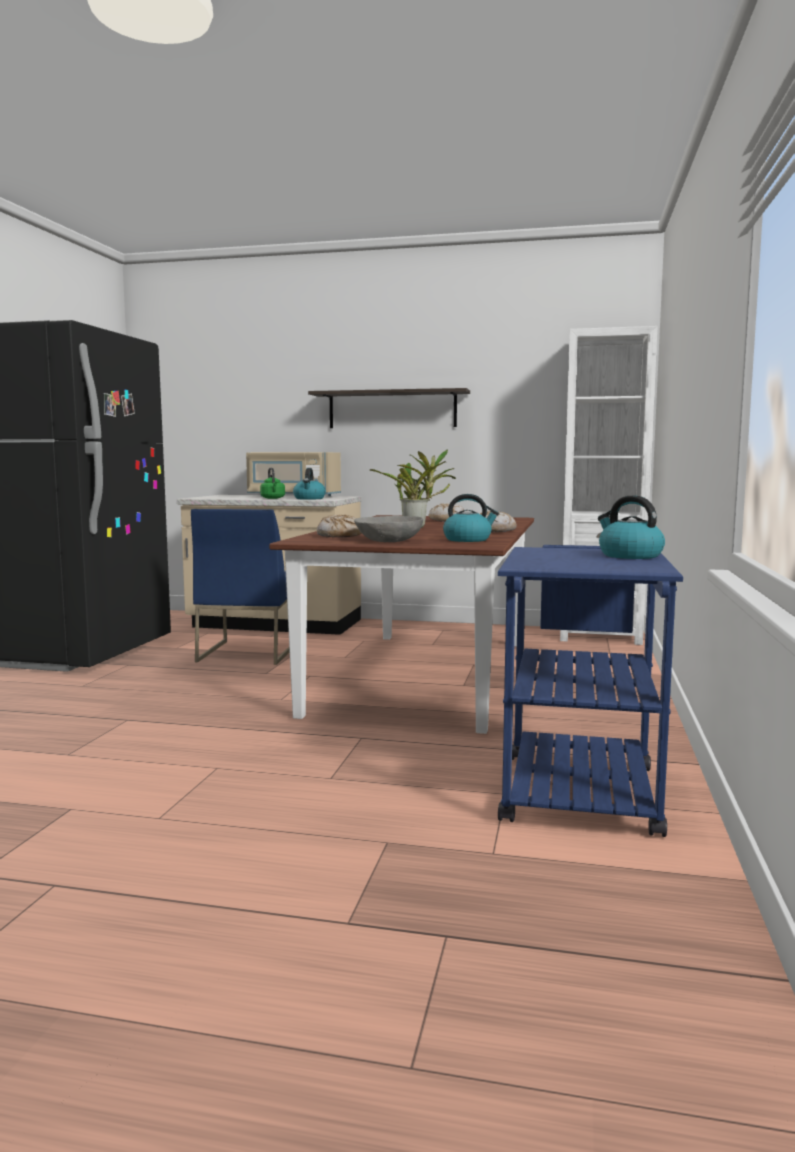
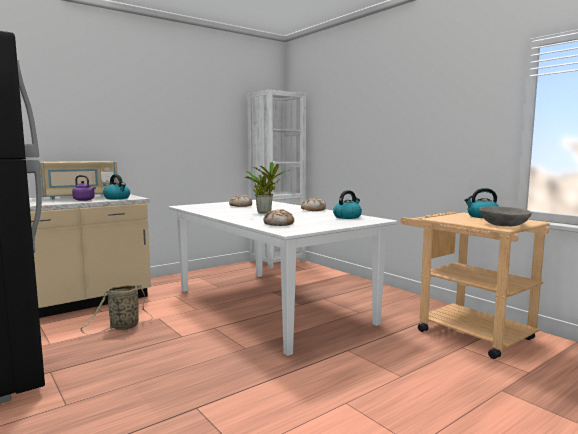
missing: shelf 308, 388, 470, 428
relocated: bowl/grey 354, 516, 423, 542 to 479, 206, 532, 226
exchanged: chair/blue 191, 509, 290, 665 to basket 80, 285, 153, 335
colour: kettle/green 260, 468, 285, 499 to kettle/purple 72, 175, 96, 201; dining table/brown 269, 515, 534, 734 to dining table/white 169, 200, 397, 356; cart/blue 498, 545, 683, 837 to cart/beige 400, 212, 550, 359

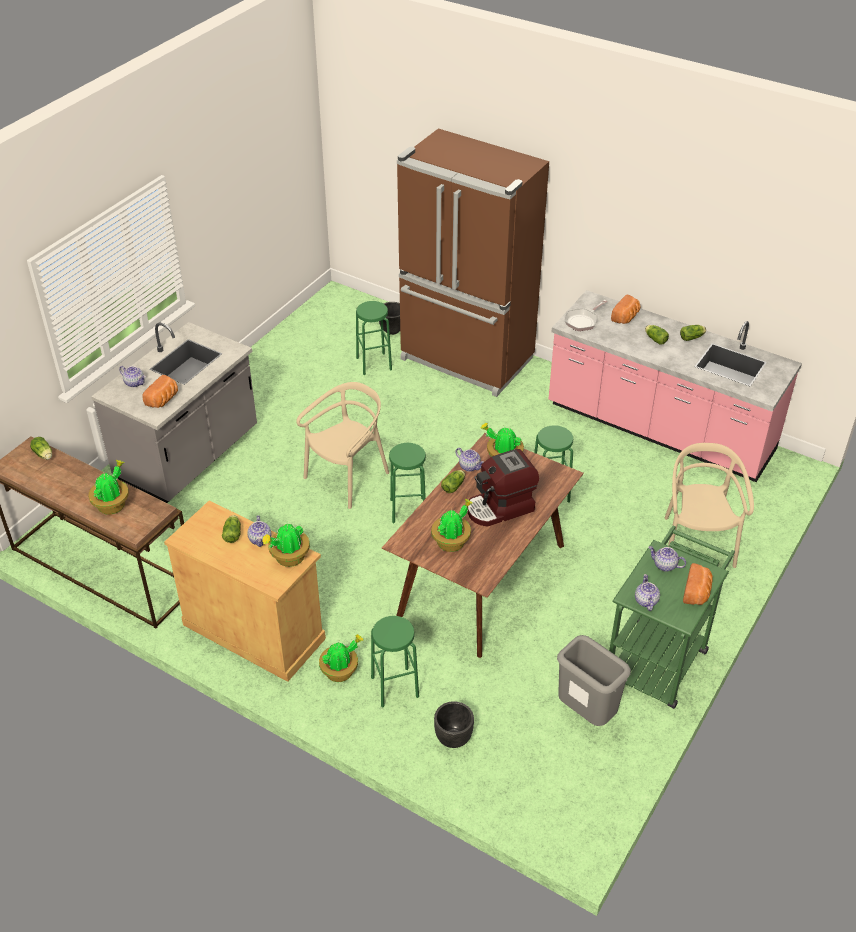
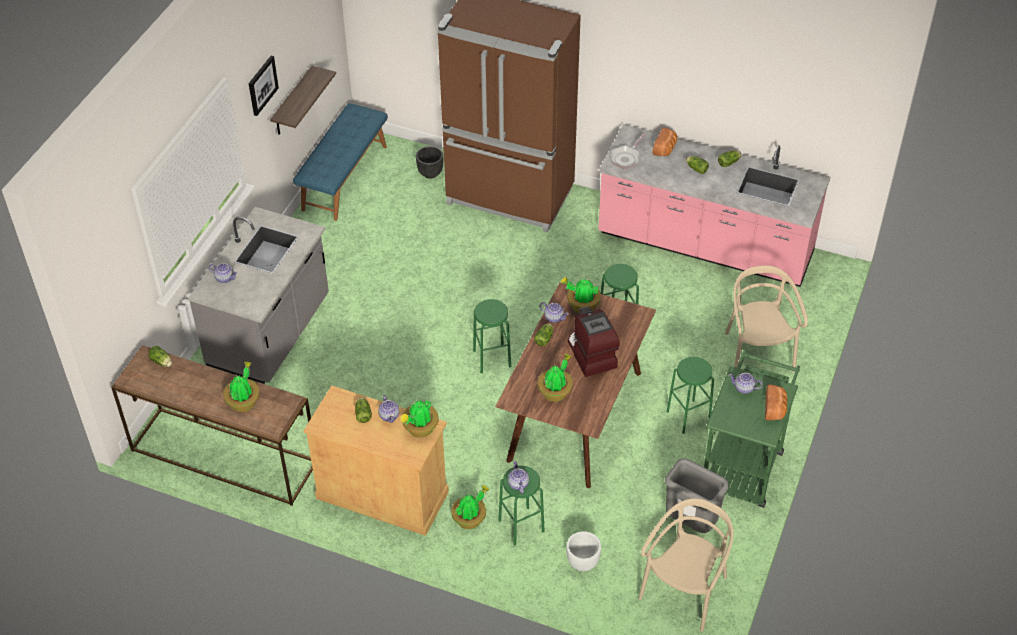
missing: bread 142, 375, 178, 408
appeared: picture 249, 56, 279, 116; shelf 270, 66, 336, 135; bench/blue 293, 103, 388, 221
relocated: teapot 635, 574, 660, 611 to 508, 461, 529, 494; chair/beige 296, 382, 389, 509 to 638, 498, 733, 632; stool/green 356, 301, 392, 375 to 667, 357, 714, 434
colour: planter/black 434, 701, 474, 748 to planter/white 566, 531, 601, 571
spun: coffee machine 467, 449, 539, 527 = 568, 306, 620, 377 105 degrees clockwise

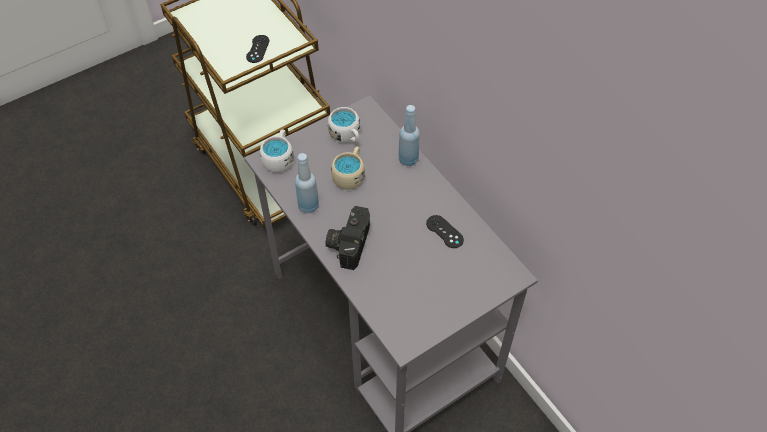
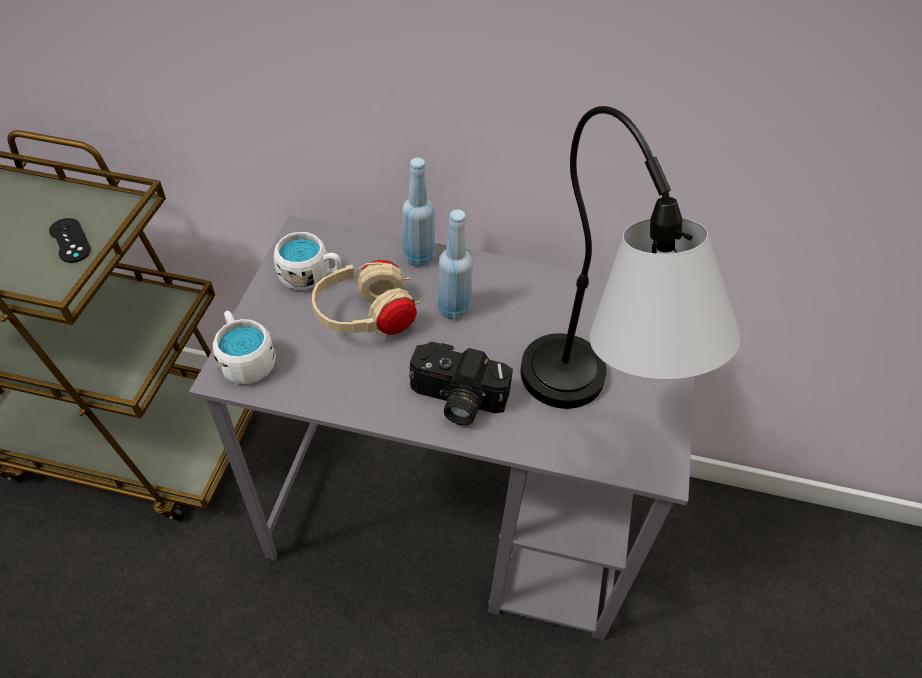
missing: game controller/black 426, 215, 464, 248
appeared: table lamp 521, 106, 741, 409
relocated: bottle/blue 295, 153, 319, 213 to 437, 210, 473, 319
exchanged: mug/beige 331, 146, 365, 190 to headphones/beige 312, 260, 420, 336
spun: photo camera 325, 206, 370, 270 = 409, 342, 513, 425 45 degrees counterclockwise

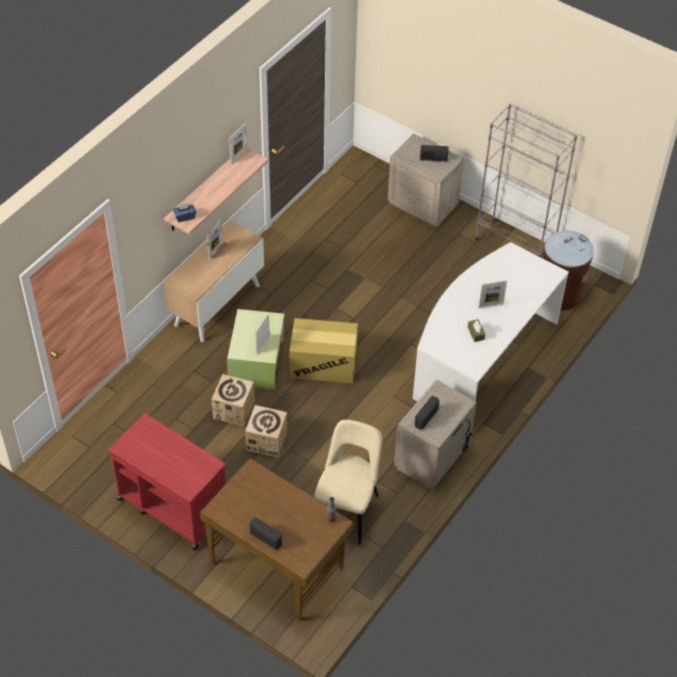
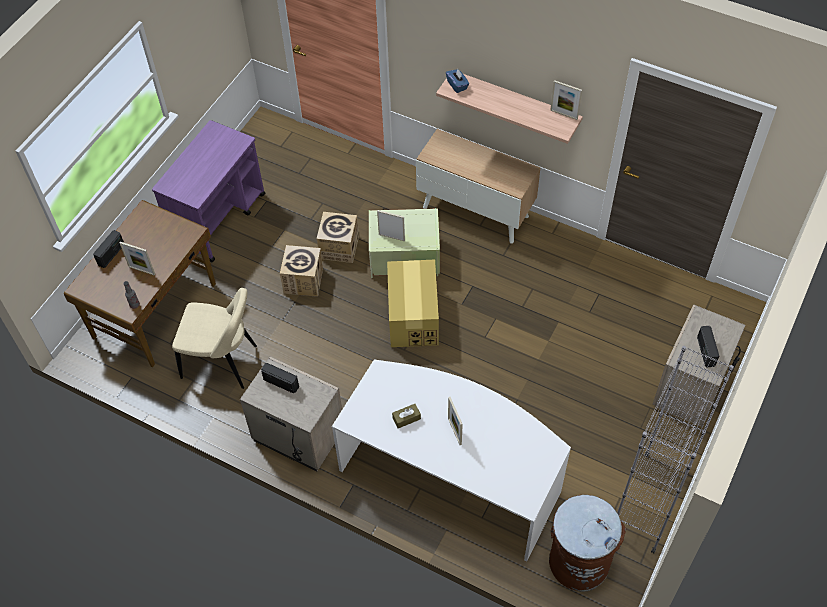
relocated: picture frame 207, 220, 223, 259 to 120, 242, 155, 275
colour: cart/red 109, 413, 226, 550 to cart/purple 152, 120, 265, 262

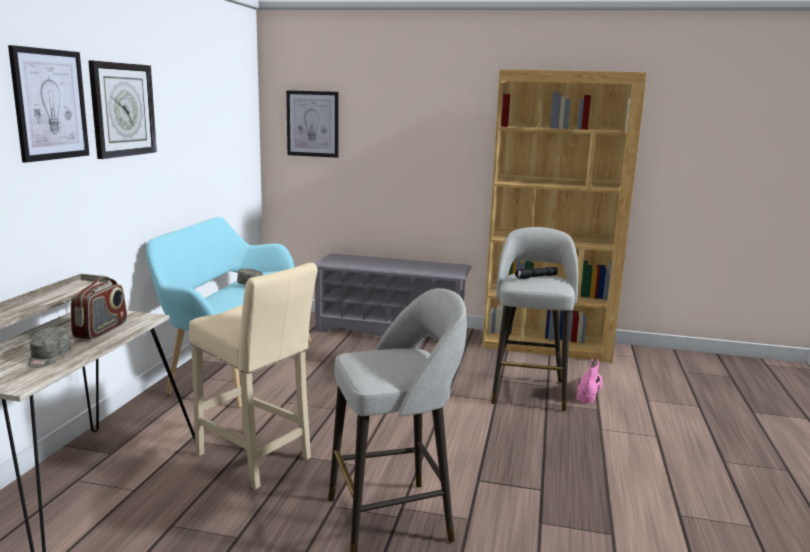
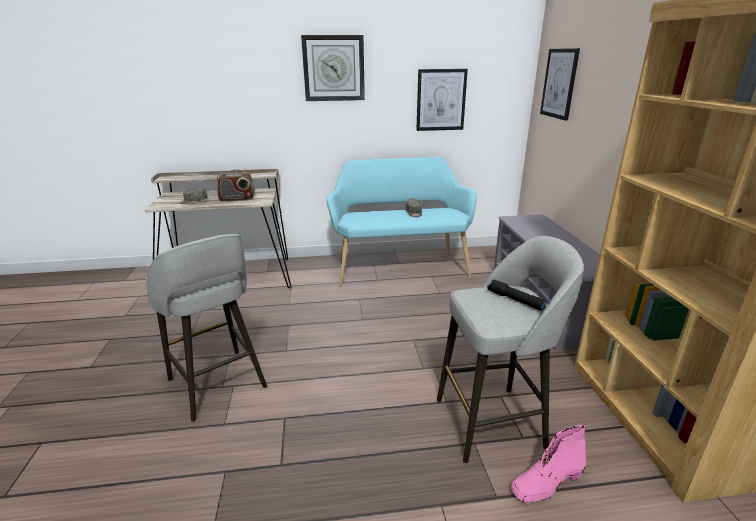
missing: stool/beige 189, 263, 318, 489
relocated: picture 8, 45, 89, 163 to 416, 69, 468, 131
spun: boot/pink 577, 358, 602, 403 = 511, 425, 586, 503 150 degrees clockwise

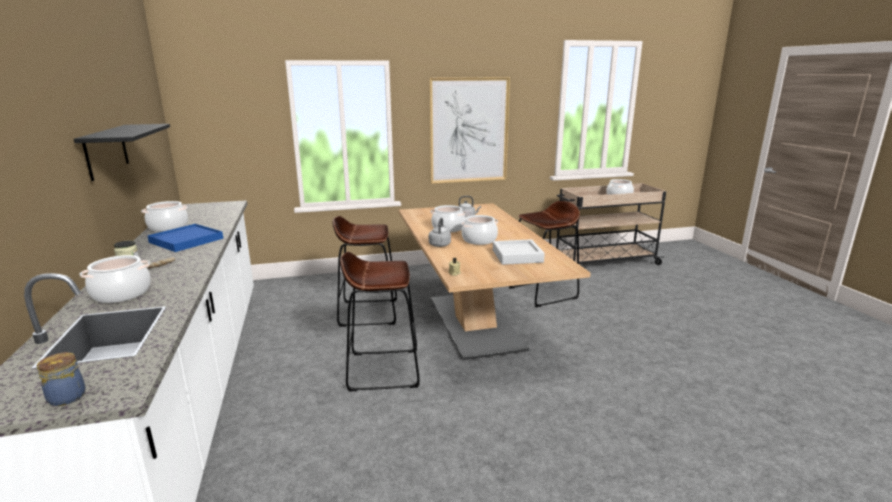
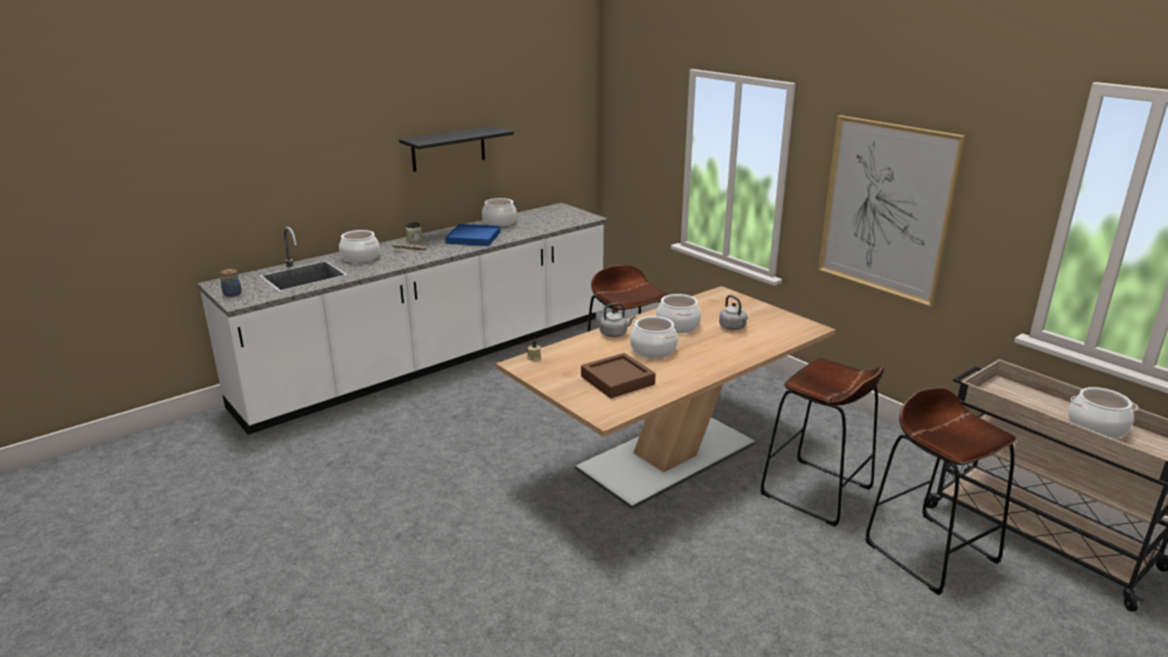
relocated: stool/brown 340, 252, 420, 391 to 865, 388, 1017, 595
colour: tray/grey 493, 239, 545, 265 to tray/brown 581, 353, 656, 398

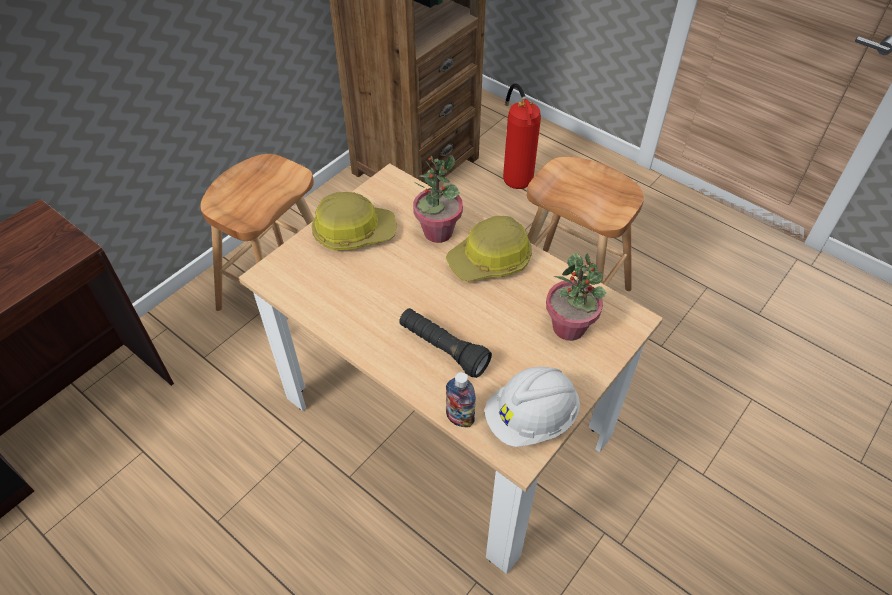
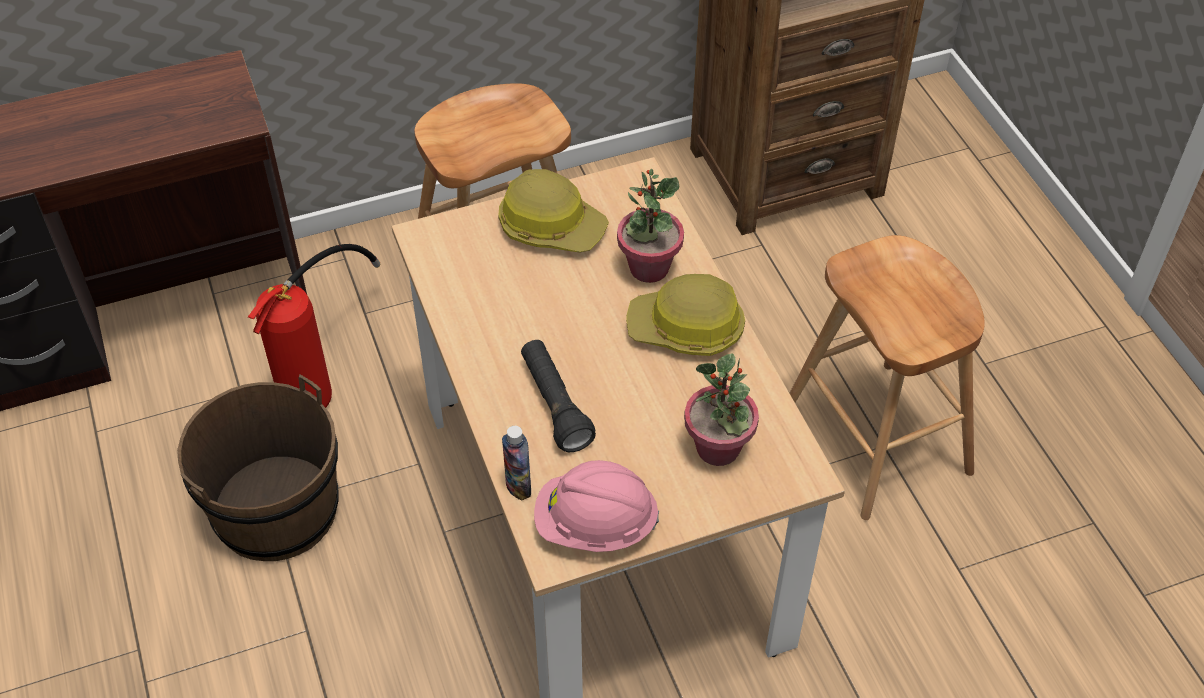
appeared: bucket/brown 177, 375, 338, 561
relocated: fire extinguisher 503, 83, 541, 189 to 248, 244, 380, 408
colour: hard hat/white 485, 367, 580, 447 to hard hat/pink 534, 460, 659, 552

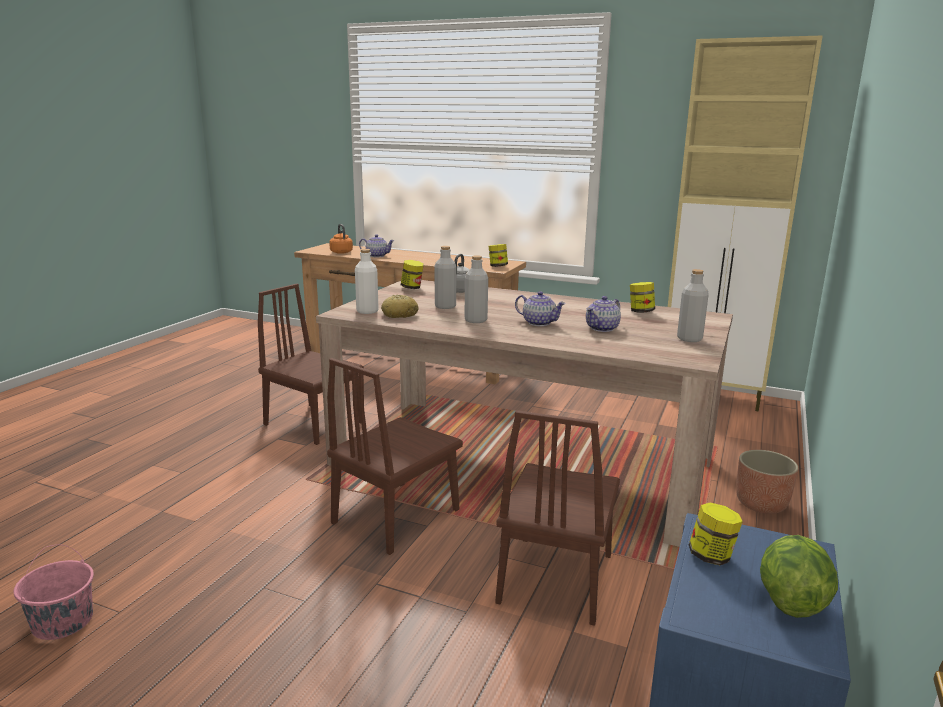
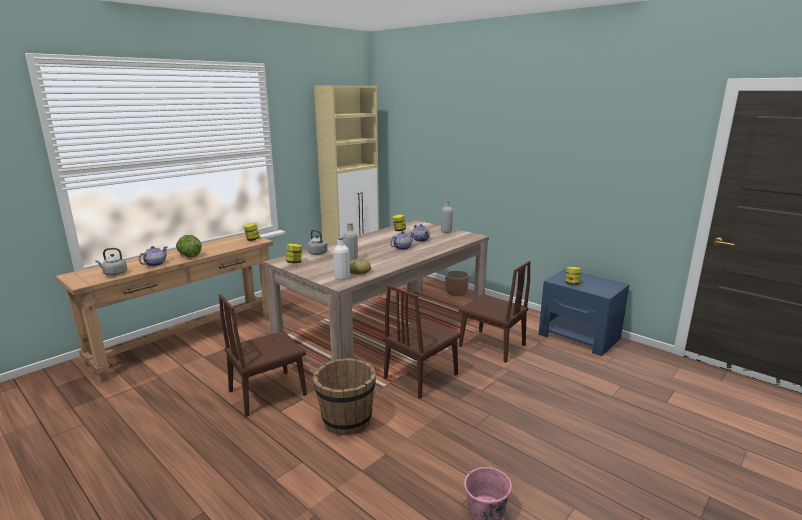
missing: bottle/grey 465, 255, 488, 323
appeared: bucket/brown 313, 358, 376, 435
relocated: lettuce 760, 535, 838, 618 to 176, 235, 202, 257
colour: kettle/orange 329, 224, 353, 254 to kettle/grey 95, 248, 127, 276
spun: chair/brown 327, 358, 463, 555 = 383, 285, 461, 399 75 degrees clockwise

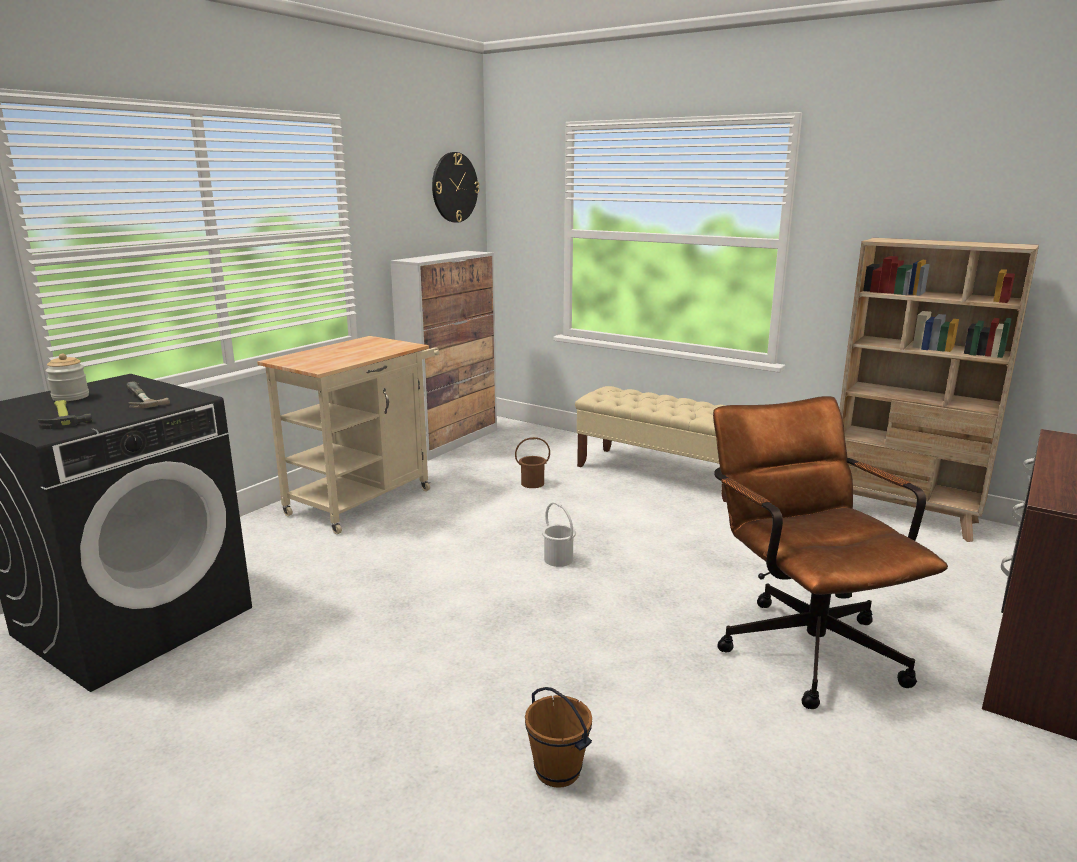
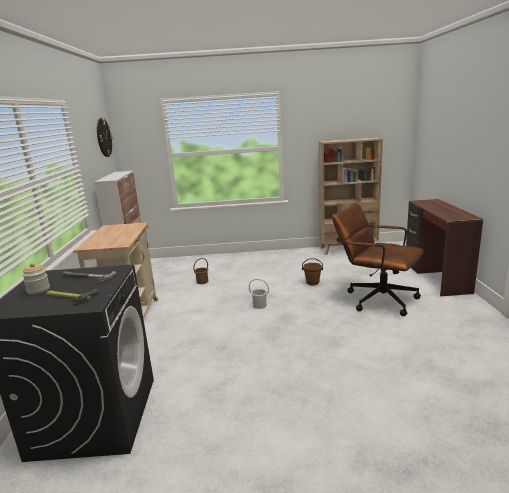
missing: bench/beige 575, 386, 727, 502
relocated: bucket/brown 525, 687, 592, 788 to 302, 258, 323, 285

